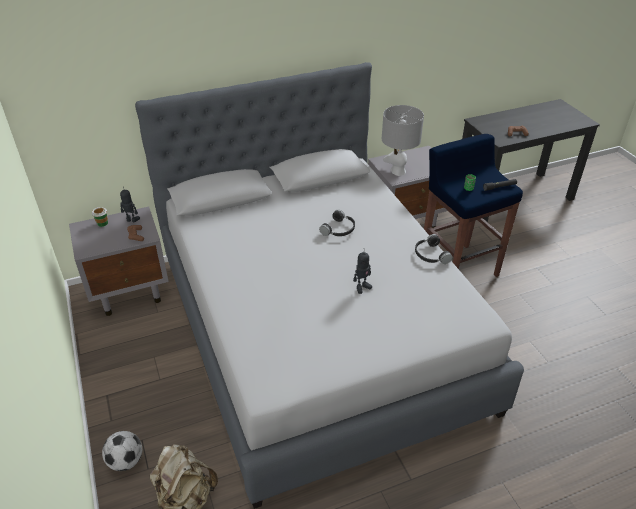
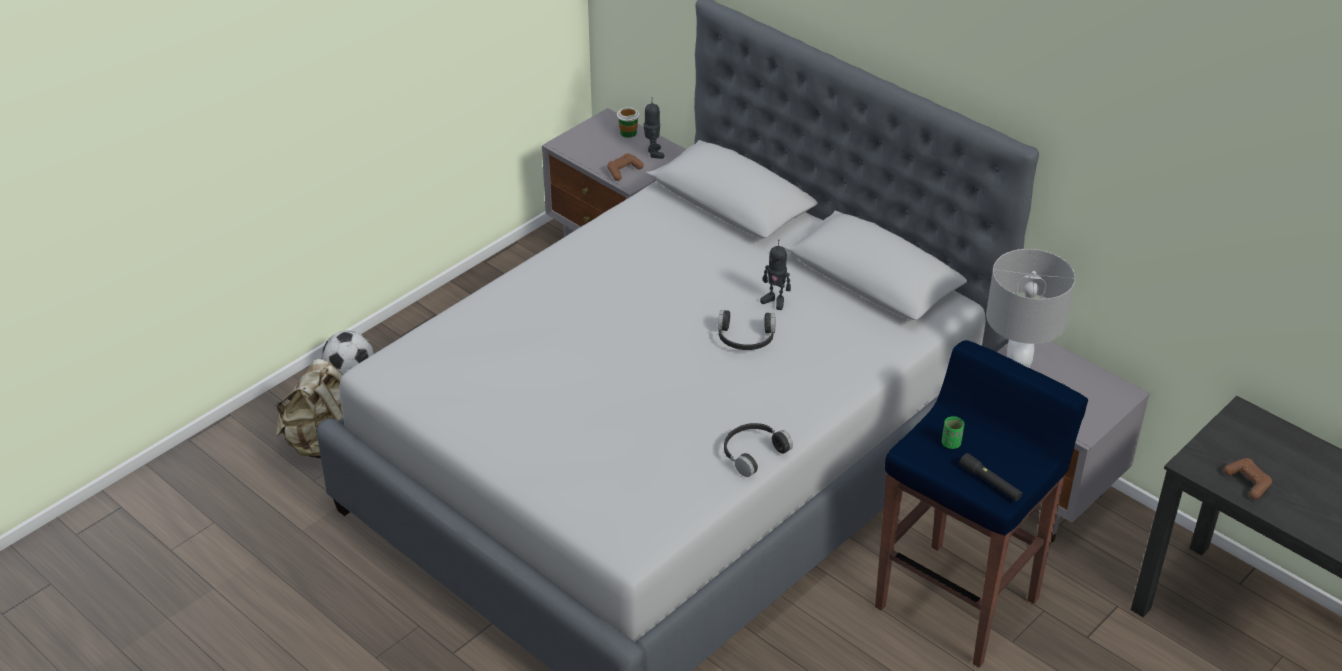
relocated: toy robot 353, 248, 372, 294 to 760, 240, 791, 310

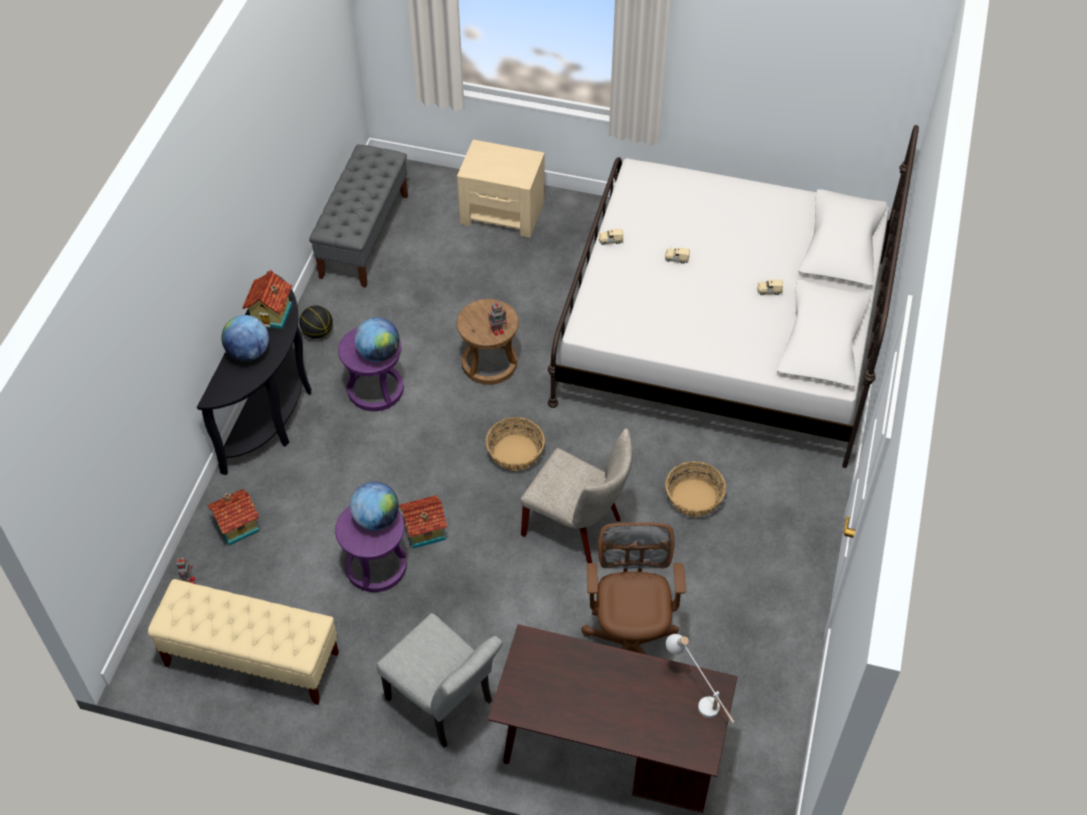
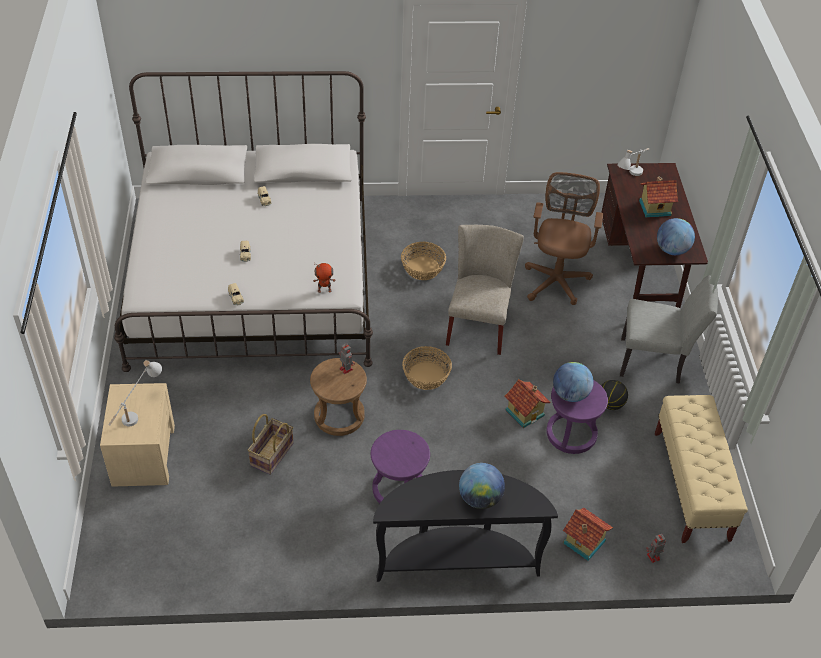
missing: bench/grey 309, 145, 408, 288
appeared: table lamp/white 108, 360, 162, 426; basket 248, 414, 293, 475; toy robot 313, 262, 335, 293
relocated: basketball 299, 305, 333, 339 to 601, 380, 628, 410; toy house 242, 270, 292, 329 to 639, 176, 678, 218; globe 355, 317, 399, 362 to 657, 218, 695, 255
spun: office chair/brown 581, 522, 686, 654 = 525, 172, 603, 305 120 degrees clockwise; chair/grey 377, 613, 503, 748 = 620, 275, 718, 384 75 degrees clockwise

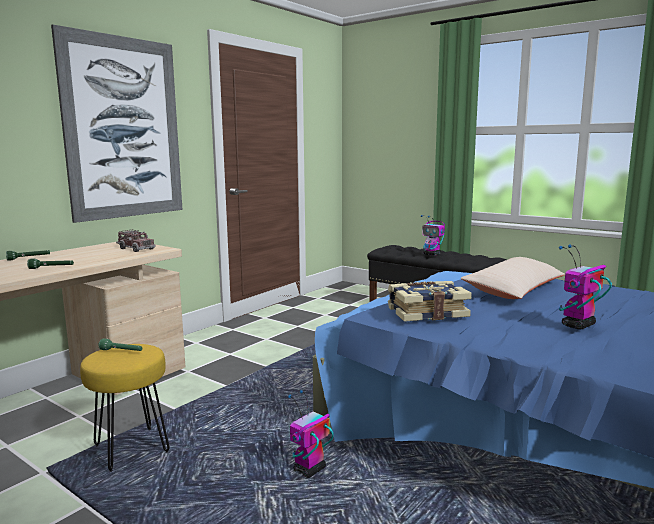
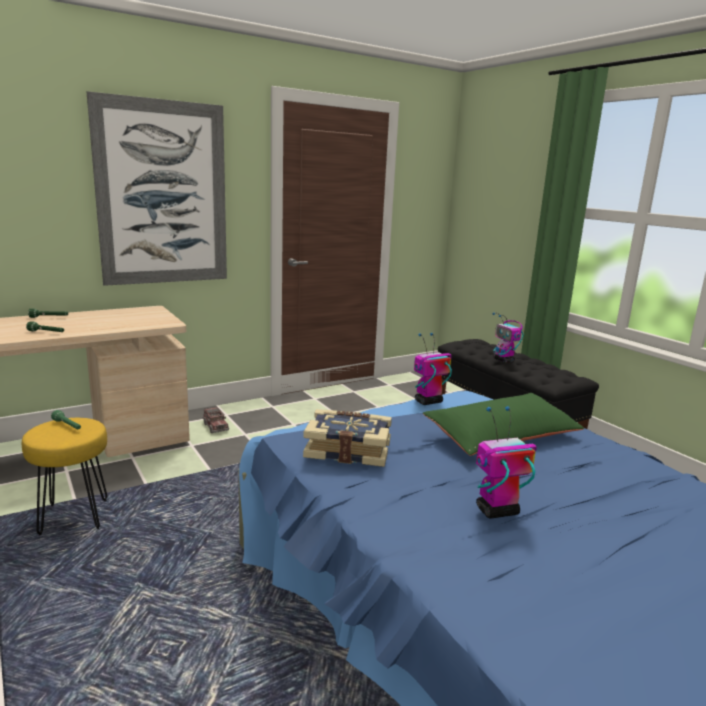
relocated: toy truck 116, 230, 156, 252 to 202, 406, 229, 433; toy robot 288, 390, 334, 478 to 414, 333, 452, 405
colour: pillow/beige 460, 257, 565, 299 to pillow/green 423, 393, 584, 456

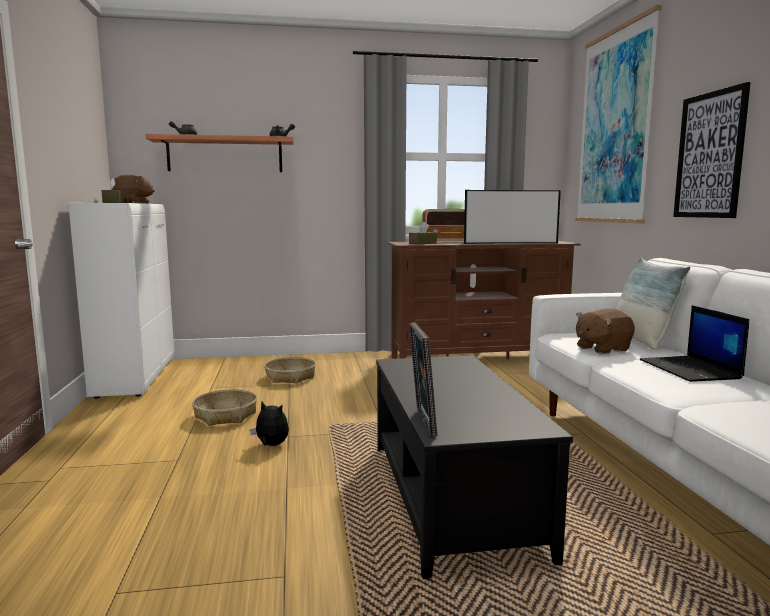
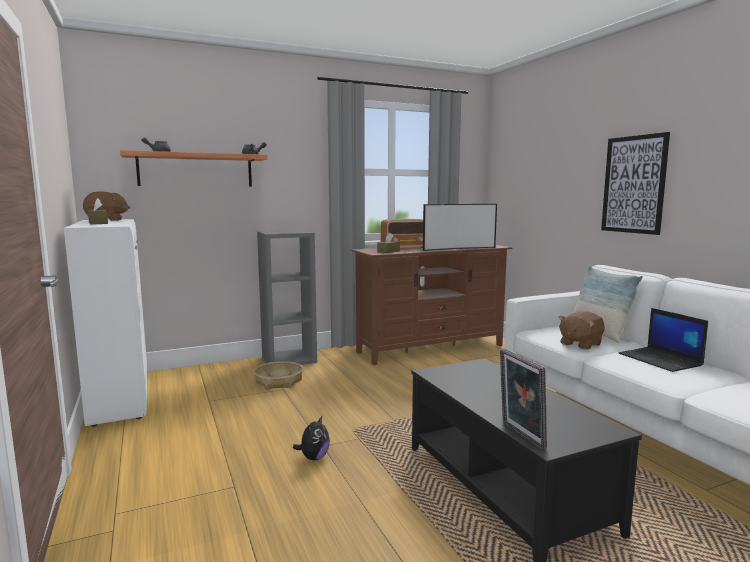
missing: basket 192, 389, 257, 426; picture 575, 5, 662, 224
appeared: bookcase/grey 257, 230, 317, 365
spun: plush toy 250, 402, 289, 446 = 293, 416, 330, 460 105 degrees clockwise

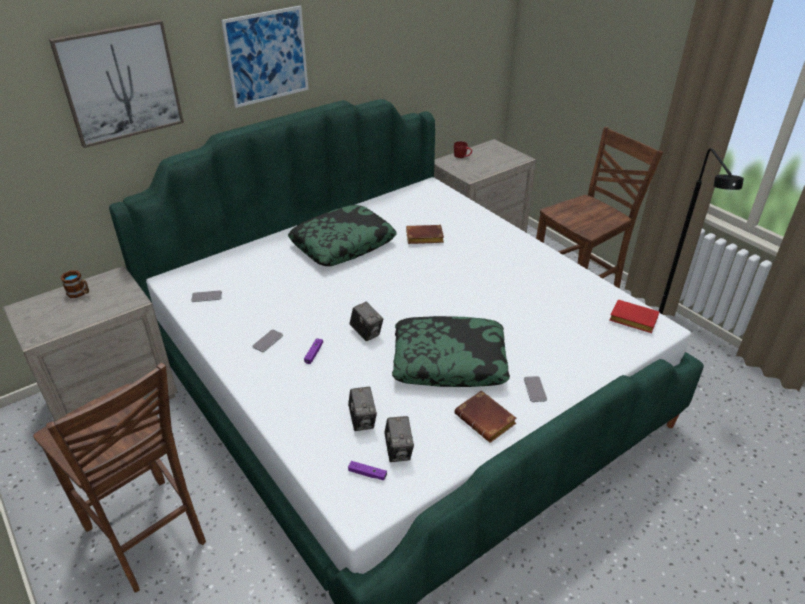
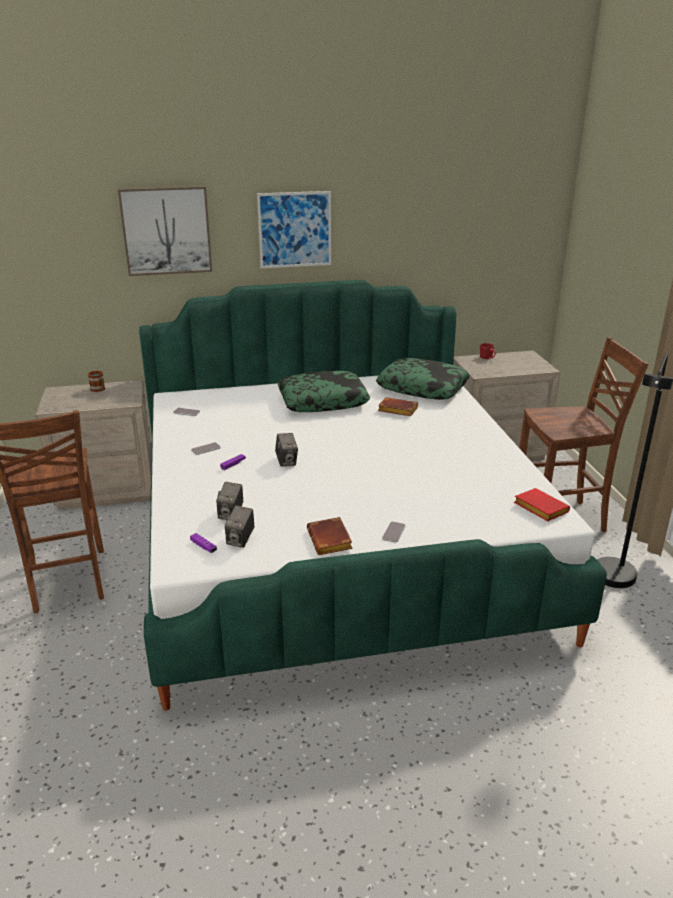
relocated: pillow 392, 316, 510, 387 to 376, 358, 470, 400

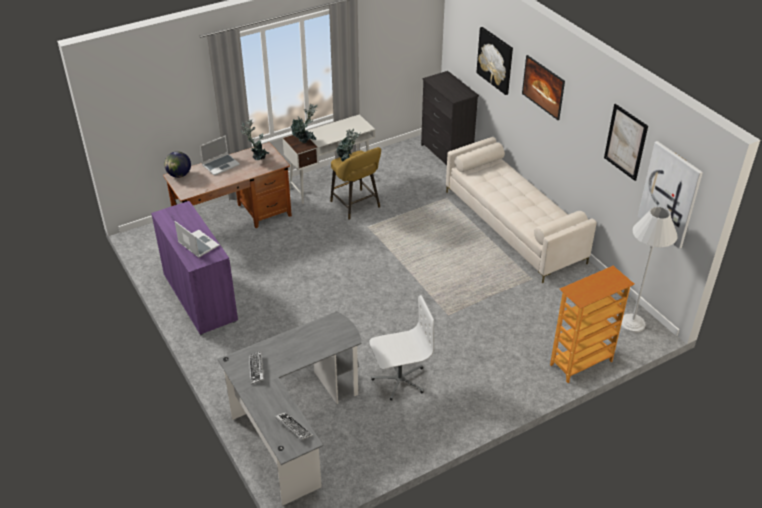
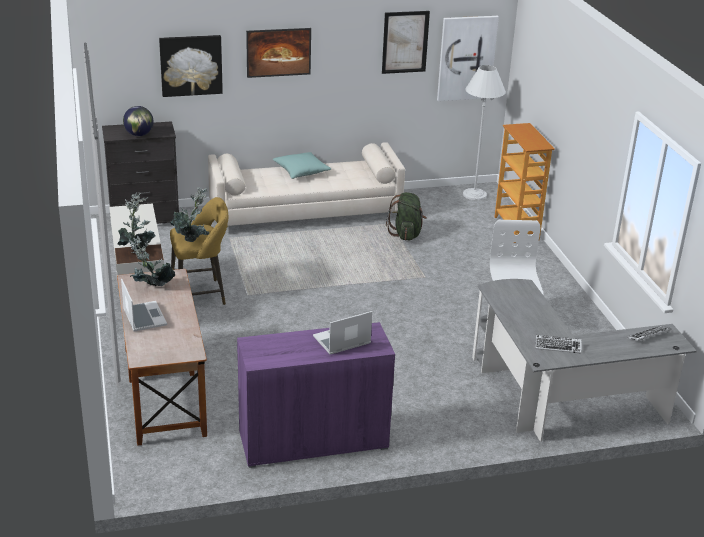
appeared: pillow/turquoise 273, 152, 331, 179; backpack/green 386, 192, 427, 241
relocated: globe 164, 151, 191, 178 to 123, 106, 154, 136

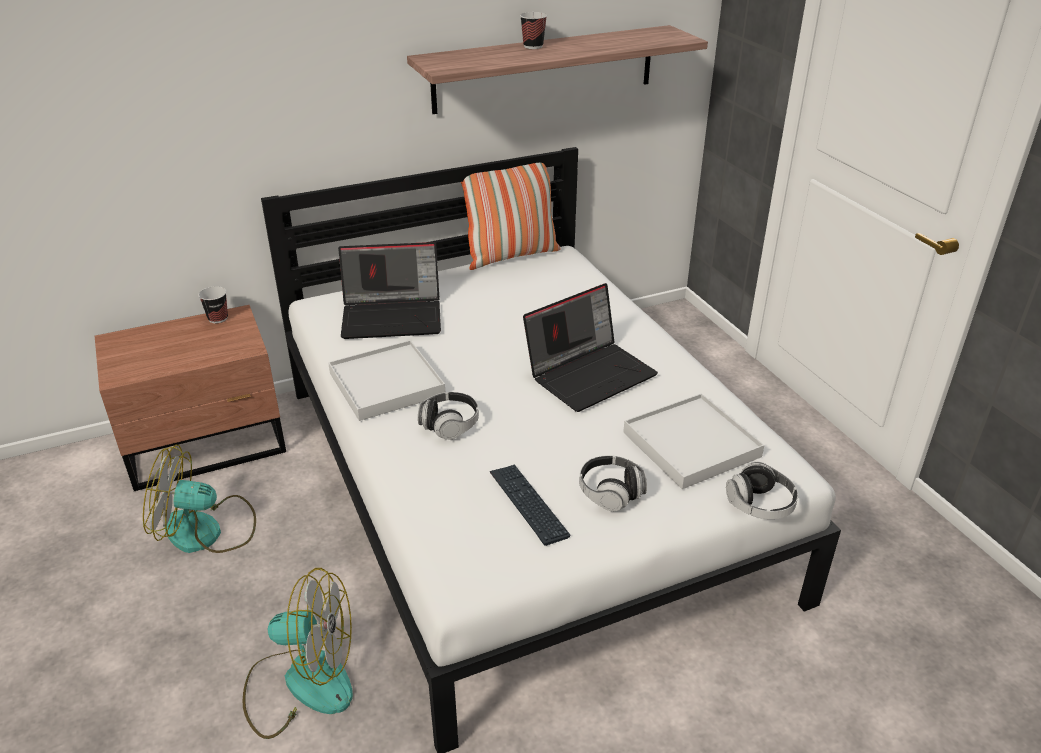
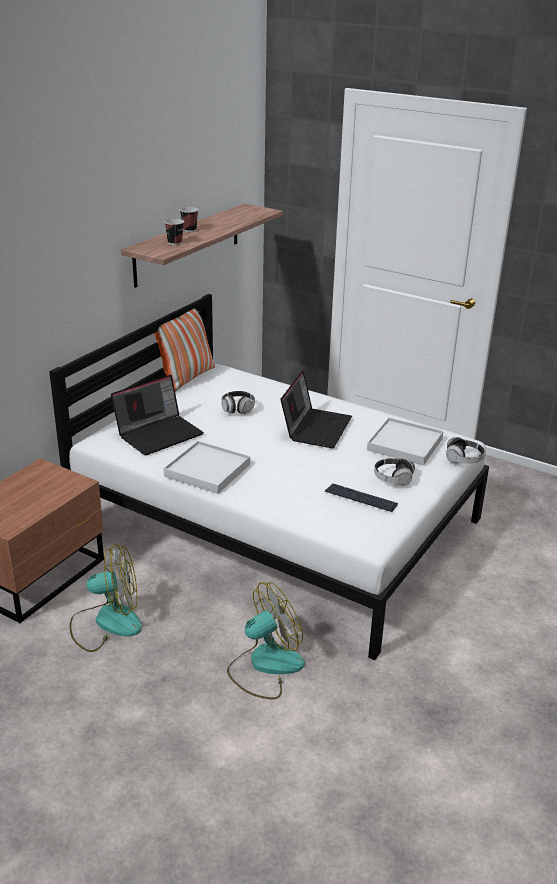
relocated: cup 198, 286, 228, 323 to 164, 219, 184, 245; headphones 418, 392, 479, 440 to 221, 391, 255, 414
spun: fan 143, 445, 256, 553 = 70, 544, 142, 652 150 degrees counterclockwise

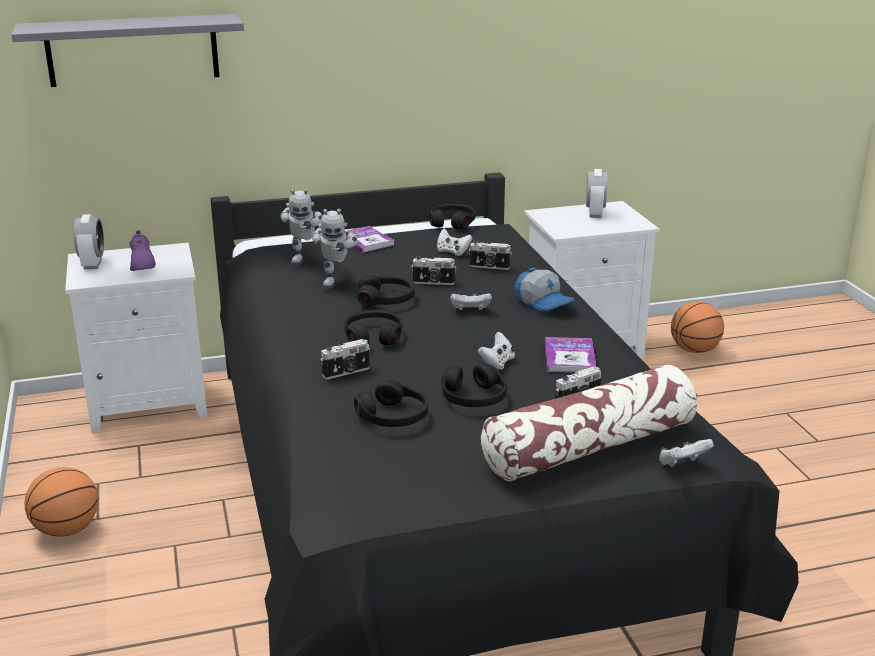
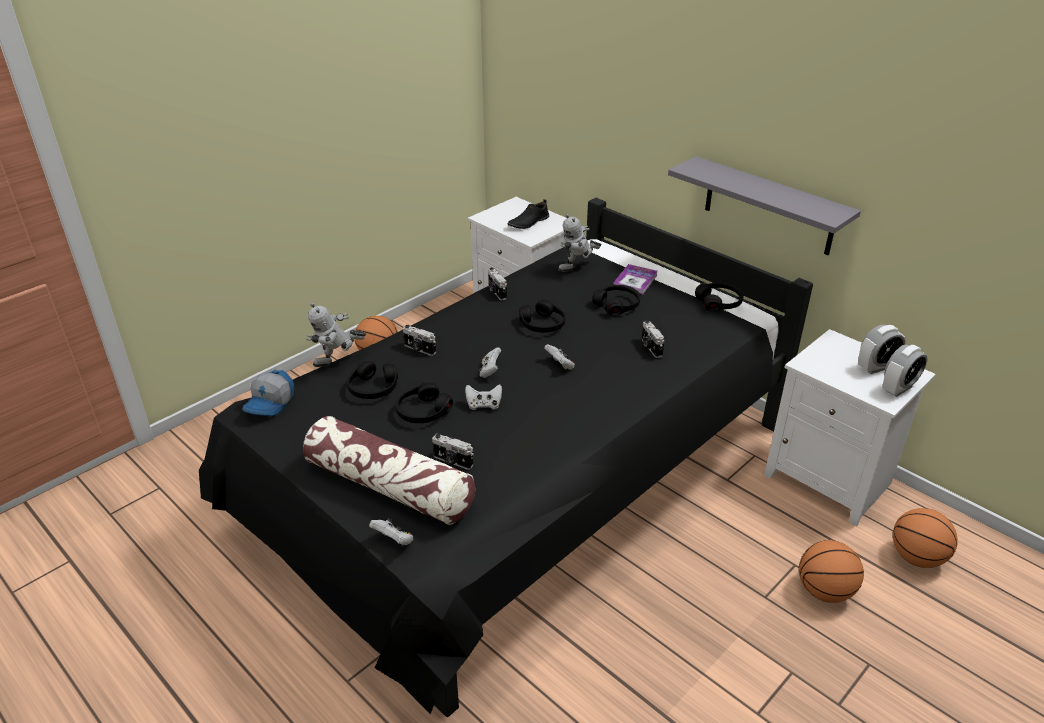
missing: book 545, 337, 596, 373
appeared: basketball 799, 540, 864, 603
relocated: cap 515, 268, 575, 312 to 242, 370, 294, 417; toy robot 312, 209, 359, 289 to 306, 302, 366, 367; game controller/white 437, 229, 472, 256 to 479, 347, 501, 378; photo camera 411, 256, 456, 285 to 488, 267, 507, 301; headphones/black 344, 310, 402, 345 to 592, 285, 640, 316; shelf/grey 12, 14, 244, 87 to 668, 156, 861, 255; alarm clock 73, 214, 104, 269 to 882, 345, 927, 397
colour: shoe/purple 130, 230, 156, 271 to shoe/black 507, 199, 549, 229

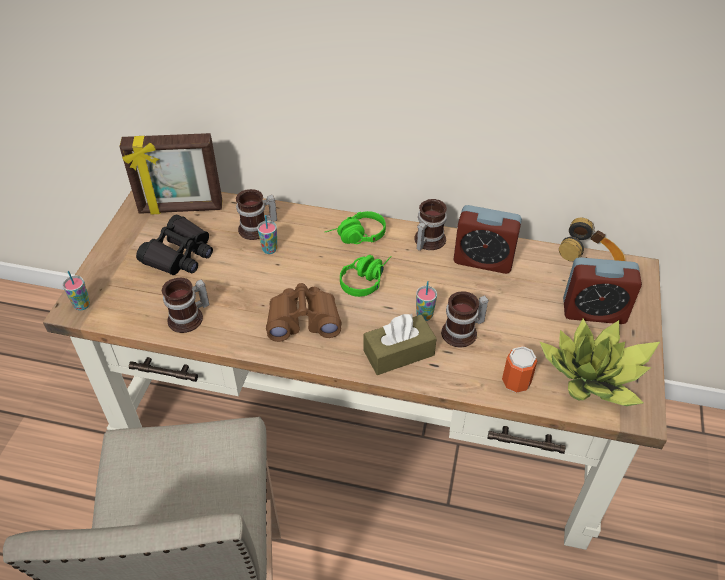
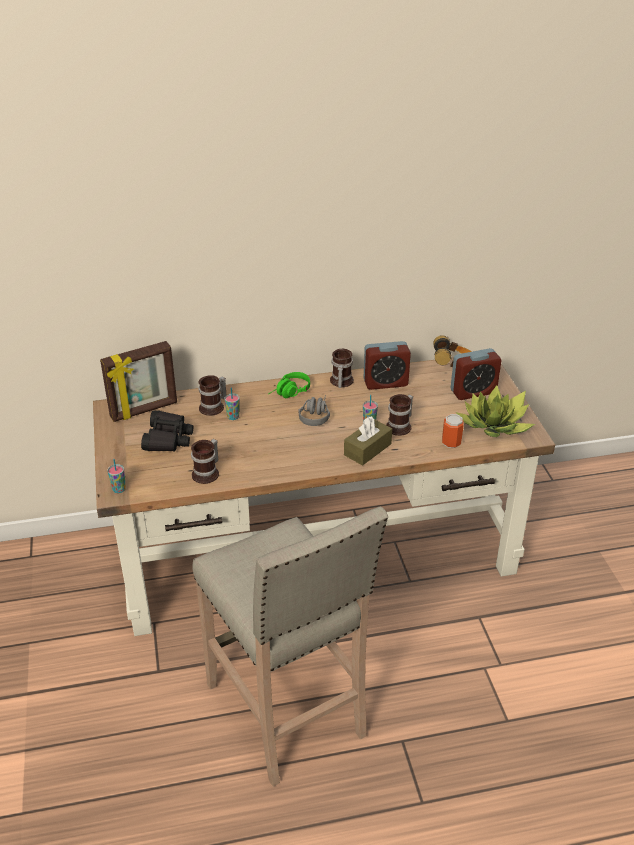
missing: binoculars/brown 266, 283, 342, 342
colour: headphones/green 340, 255, 392, 297 to headphones/grey 298, 395, 330, 426

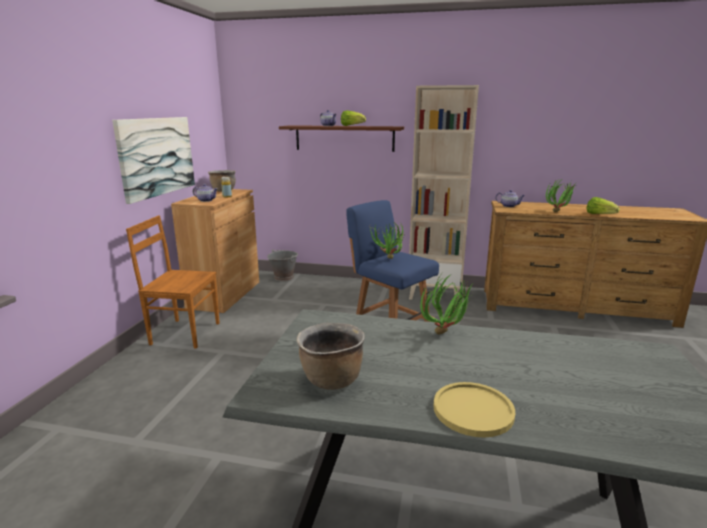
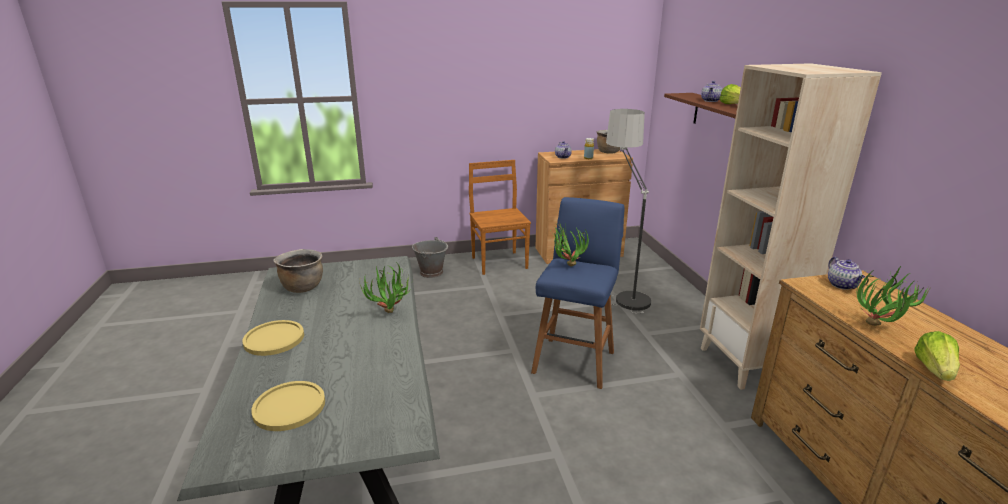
missing: picture 112, 117, 195, 204
appeared: plate/yellow 251, 381, 325, 431; floor lamp 606, 109, 651, 313
relocated: bucket/grey 267, 249, 298, 281 to 412, 237, 448, 278

